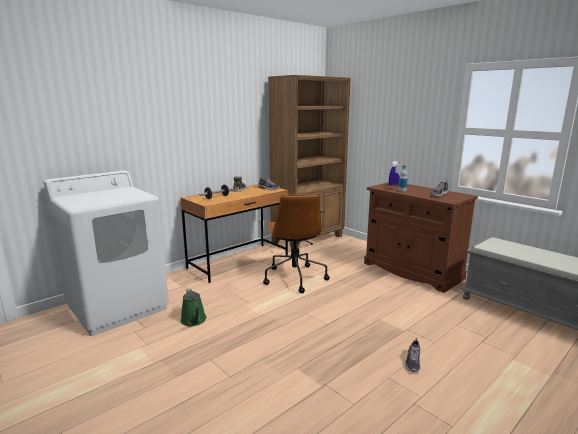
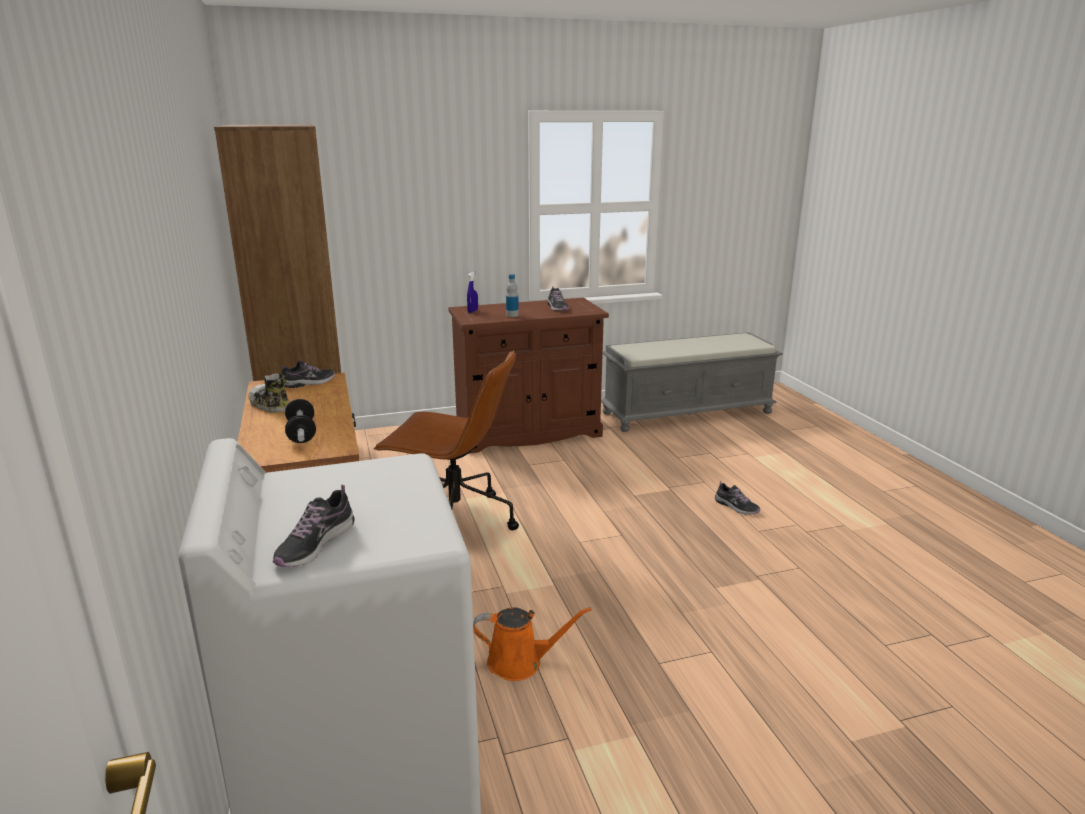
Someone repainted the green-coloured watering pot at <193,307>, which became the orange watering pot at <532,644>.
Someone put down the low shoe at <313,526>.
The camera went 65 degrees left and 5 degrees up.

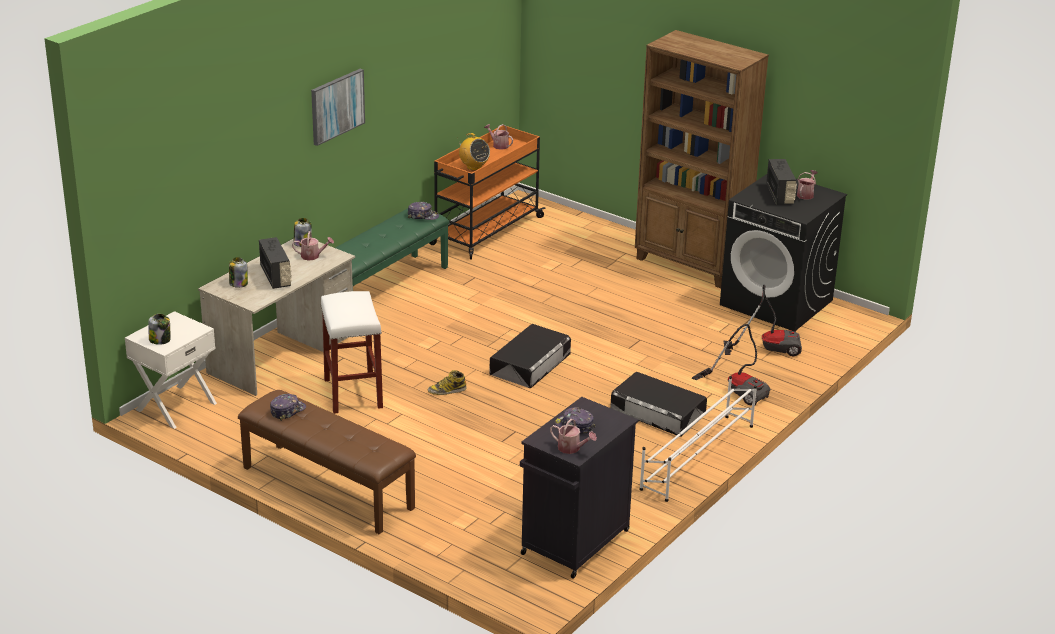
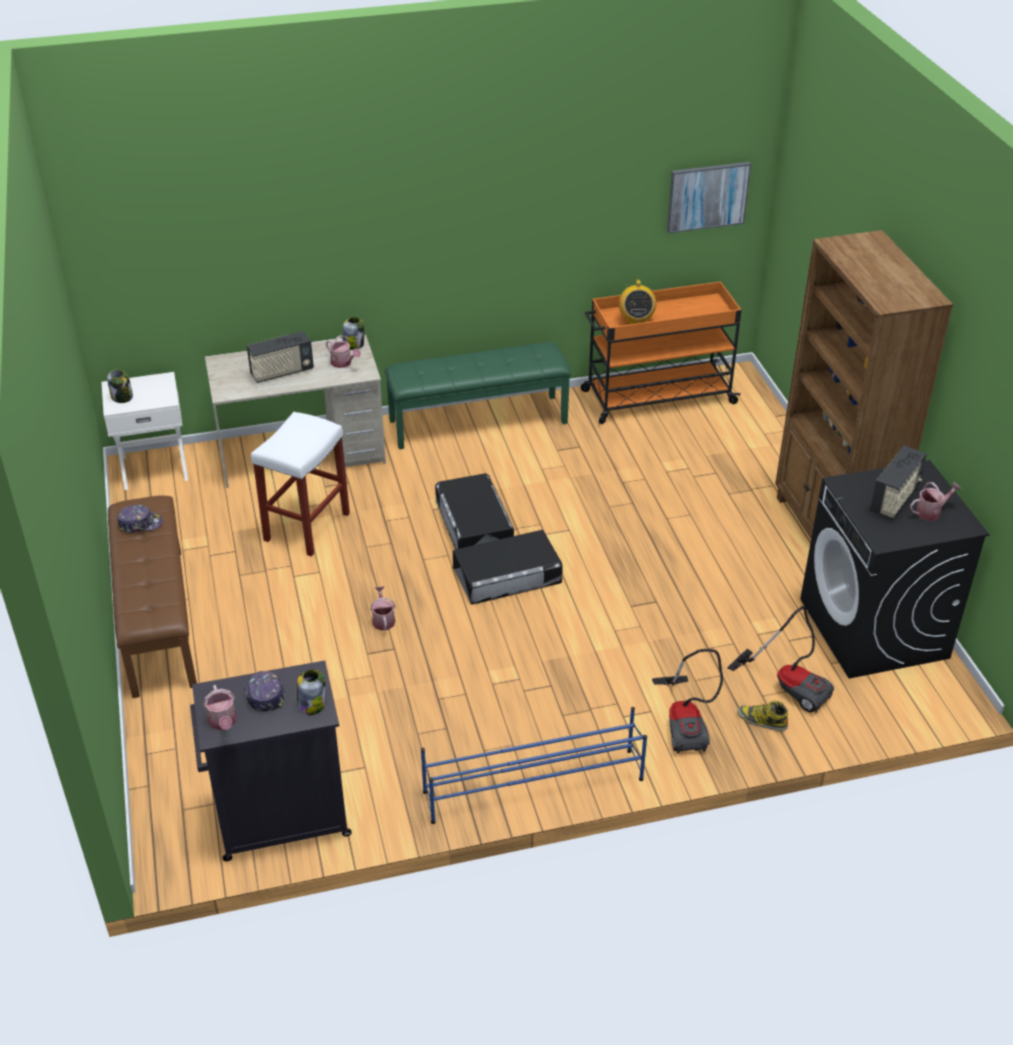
Someone carried the picture from <338,107> to <709,197>.
Someone carried the watering pot from <498,137> to <382,608>.
Someone took away the cap at <423,211>.
Someone rotated the radio set at <275,263> by 45 degrees clockwise.
Someone carried the preserve jar from <238,272> to <311,692>.
Someone carried the high-top boot from <447,382> to <762,716>.
Someone carried the black storage bin from <658,404> to <474,511>.
Someone repainted the whitish shoe rack at <698,439>, which became the blue-coloured shoe rack at <534,765>.
The camera went 40 degrees right and 10 degrees up.

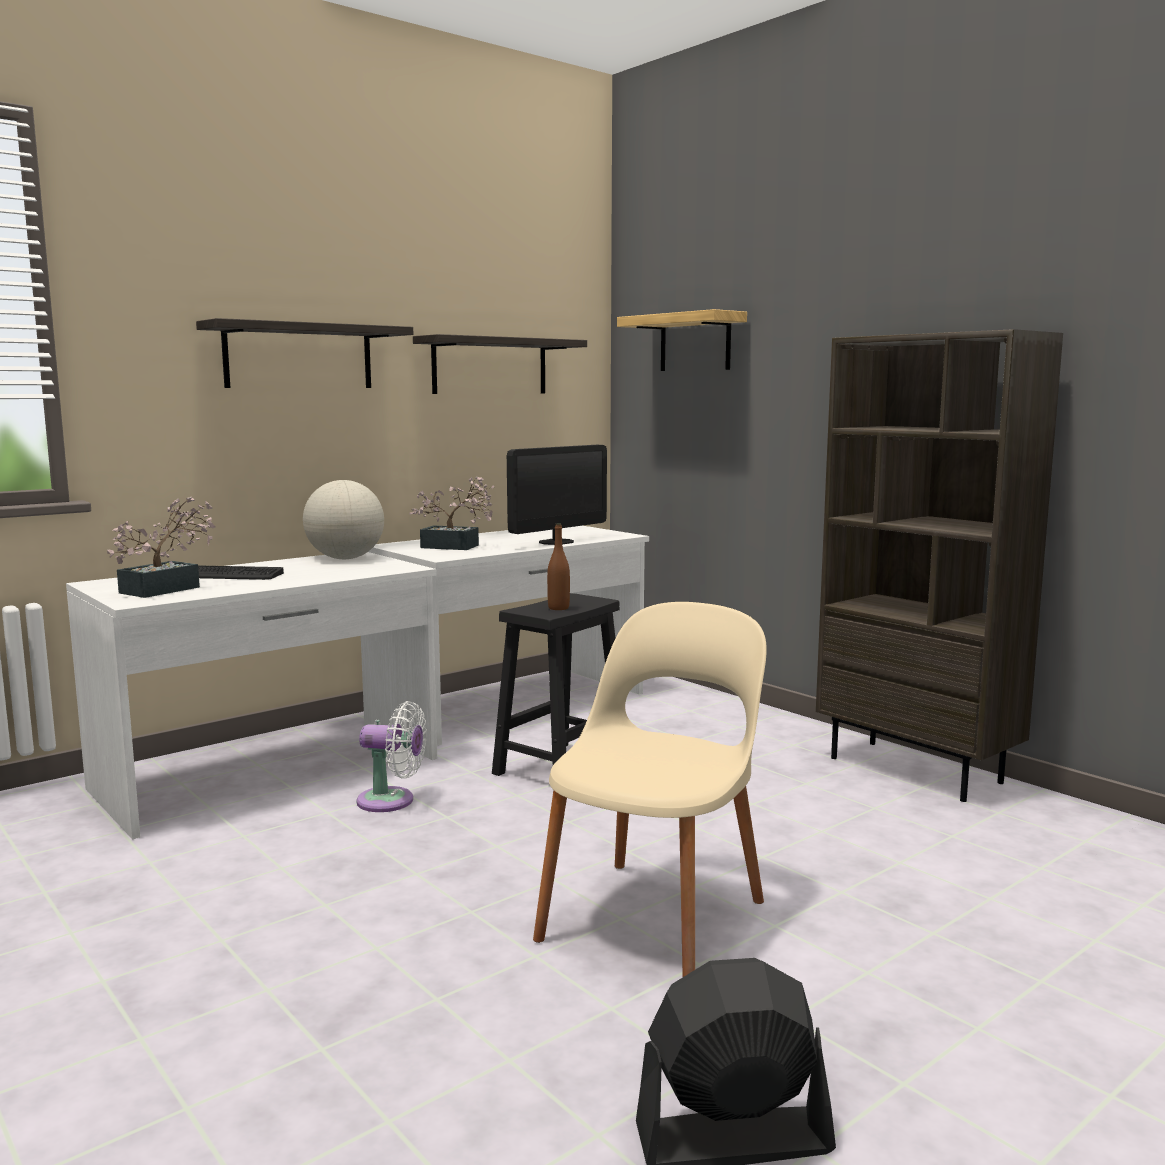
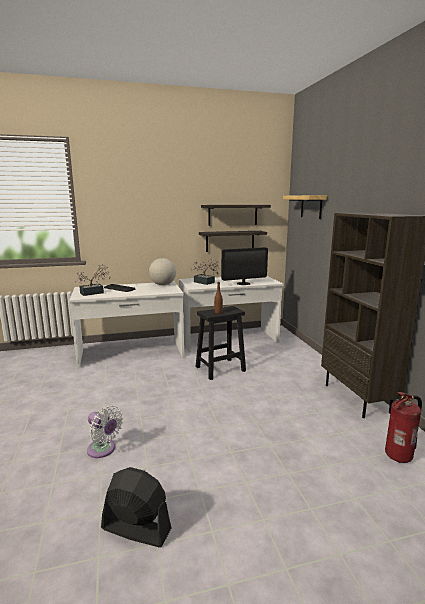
Someone carried the shelf from <304,353> to <233,241>.
Someone took away the beige chair at <650,789>.
Someone carried the whitish fan from <392,756> to <105,432>.
Someone put down the fire extinguisher at <403,427>.
The camera went 25 degrees right and 5 degrees up.

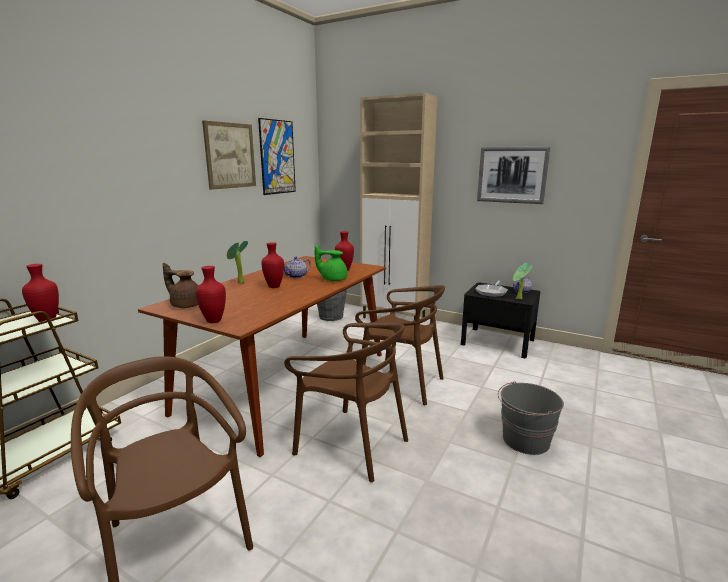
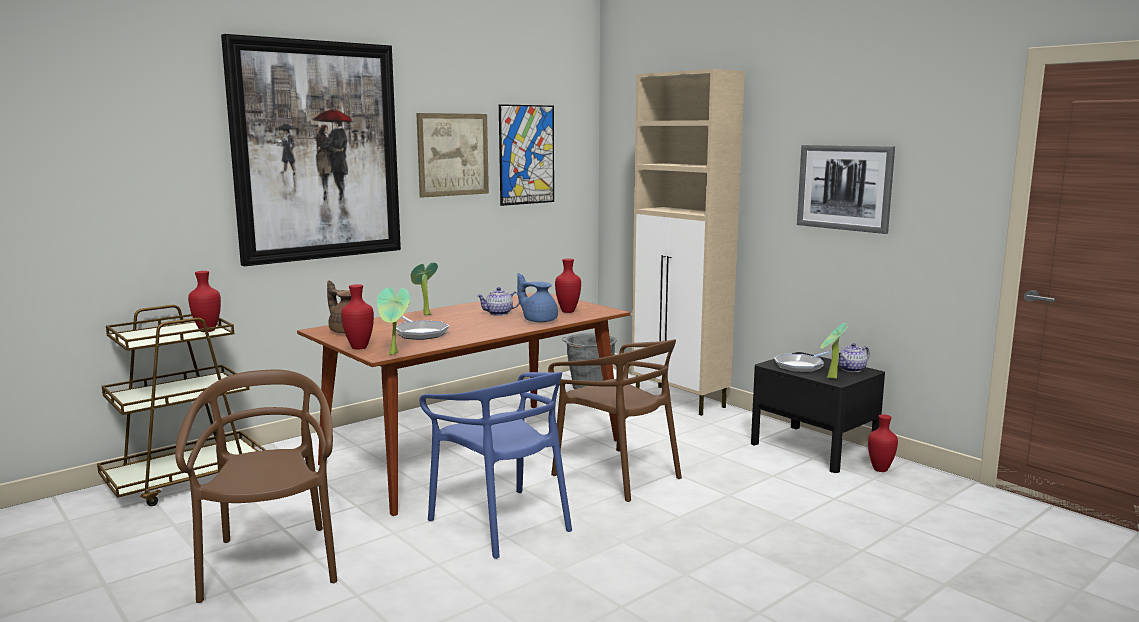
Someone carried the red vase from <272,265> to <883,443>.
Someone repainted the green-coloured tea pot at <331,263>, which became the blue-coloured tea pot at <537,297>.
Someone repainted the brownish chair at <346,402>, which became the blue-coloured chair at <496,465>.
Someone took away the gray pail at <531,418>.
Someone put up the picture at <311,150>.
Someone put down the potted plant at <393,321>.
Someone put down the pan at <422,328>.
The camera went 20 degrees right and 5 degrees down.

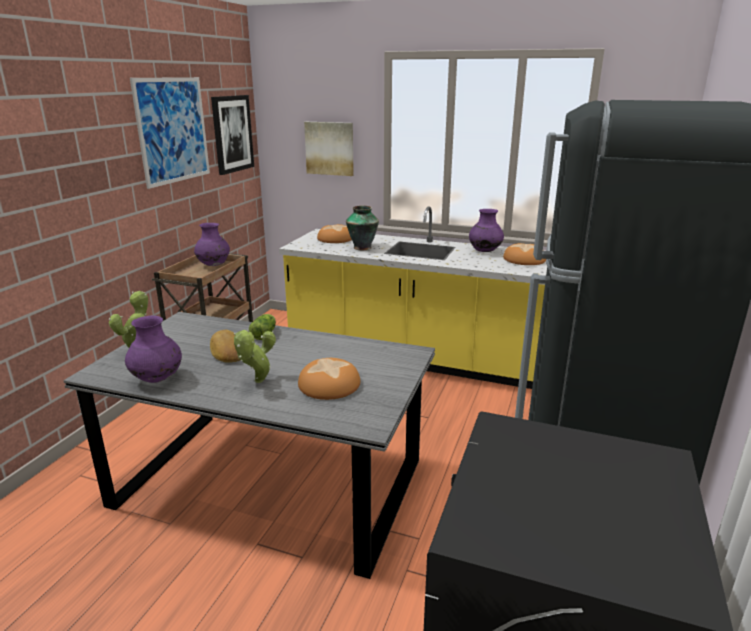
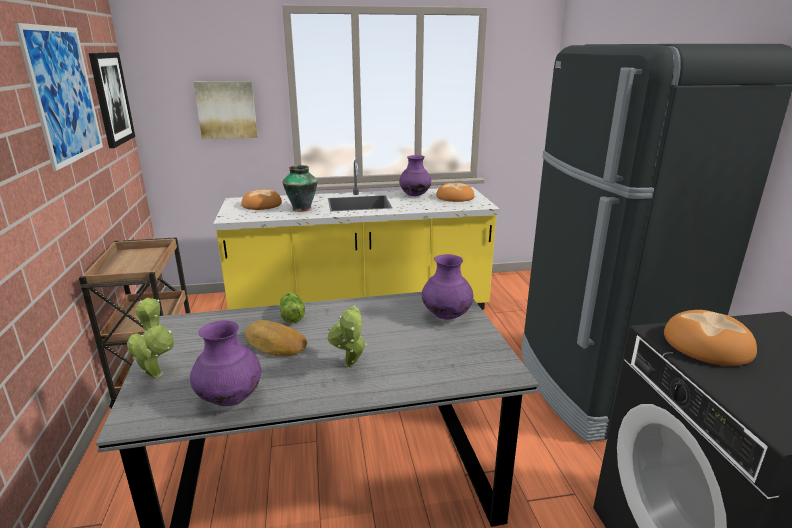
Someone carried the purple-coloured vase from <212,244> to <447,287>.
Someone carried the baked bread from <329,379> to <710,338>.
The camera went 30 degrees left and 0 degrees up.

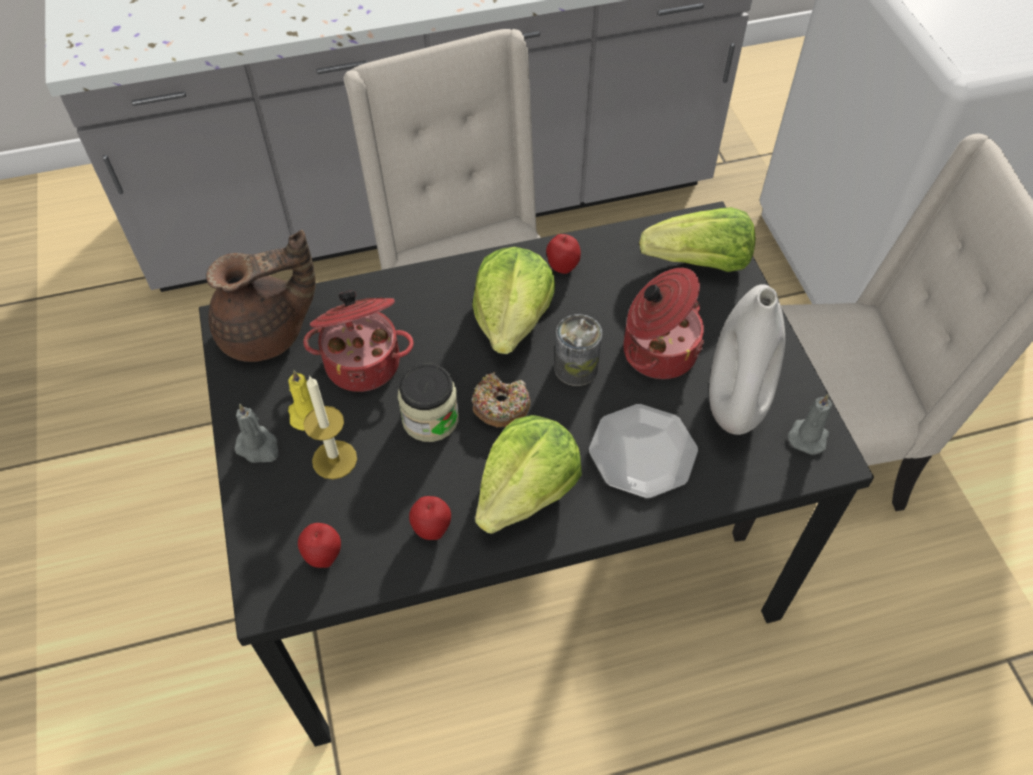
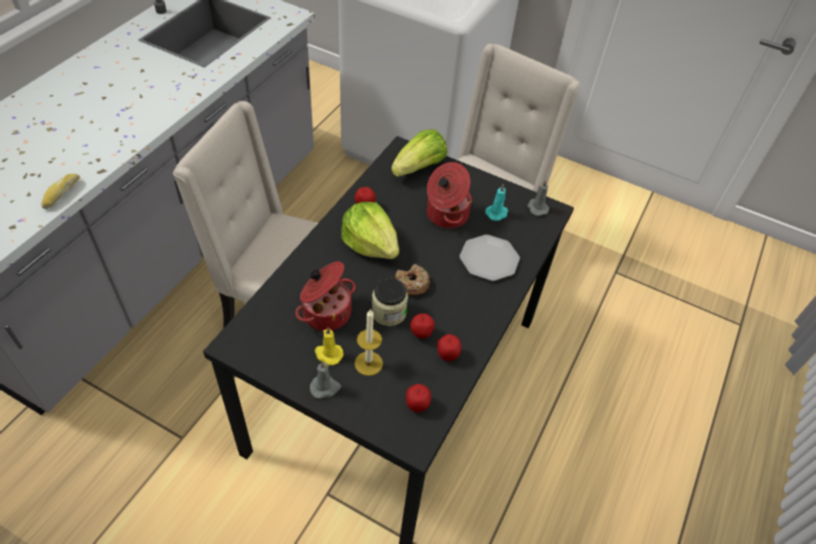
Someone took away the brownish tea pot at <261,296>.
Someone swapped the whitish vase at <747,359> for the turquoise-coloured wax light at <496,203>.
Someone took away the can at <578,350>.
Someone took away the lettuce head at <528,474>.
Someone put down the baked bread at <60,191>.
Someone put down the whole apple at <422,326>.
The camera went 50 degrees left and 5 degrees down.

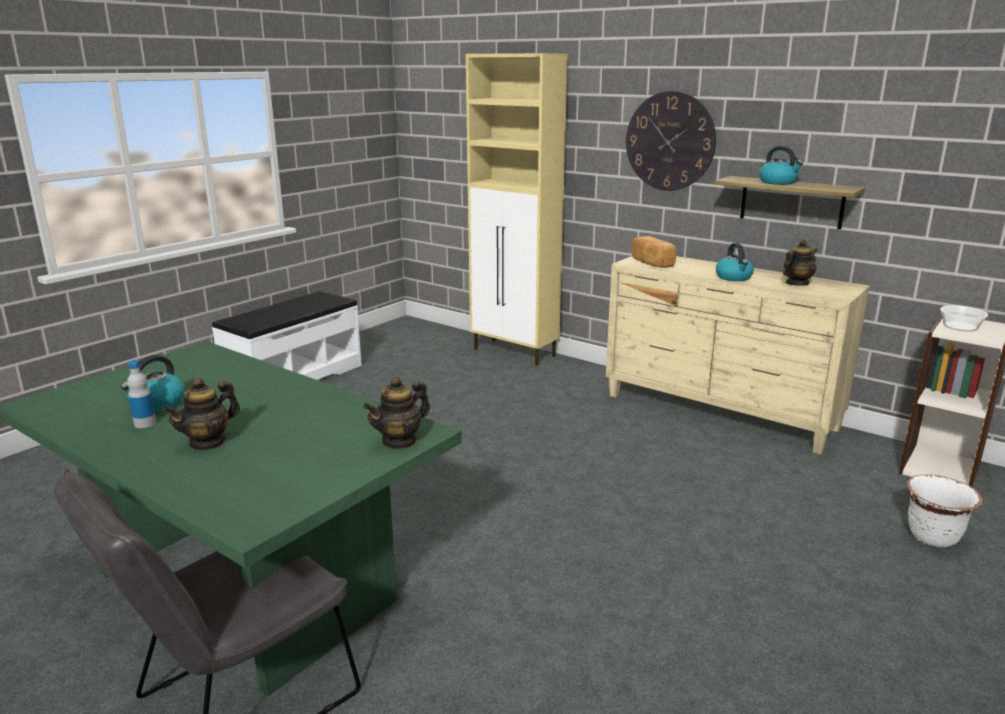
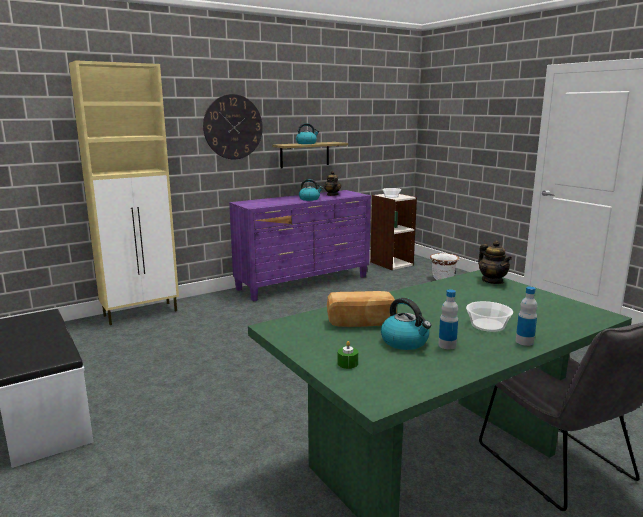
Someone carried the baked bread from <653,252> to <362,309>.
Someone repainted the beige chest of drawers at <738,355>, which became the purple-coloured chest of drawers at <300,245>.
Someone swapped the tea pot at <201,414> for the deep dish at <489,316>.
Someone put down the drink bottle at <526,316>.
Someone put down the green-coloured wax light at <348,355>.
The camera went 70 degrees left and 5 degrees down.

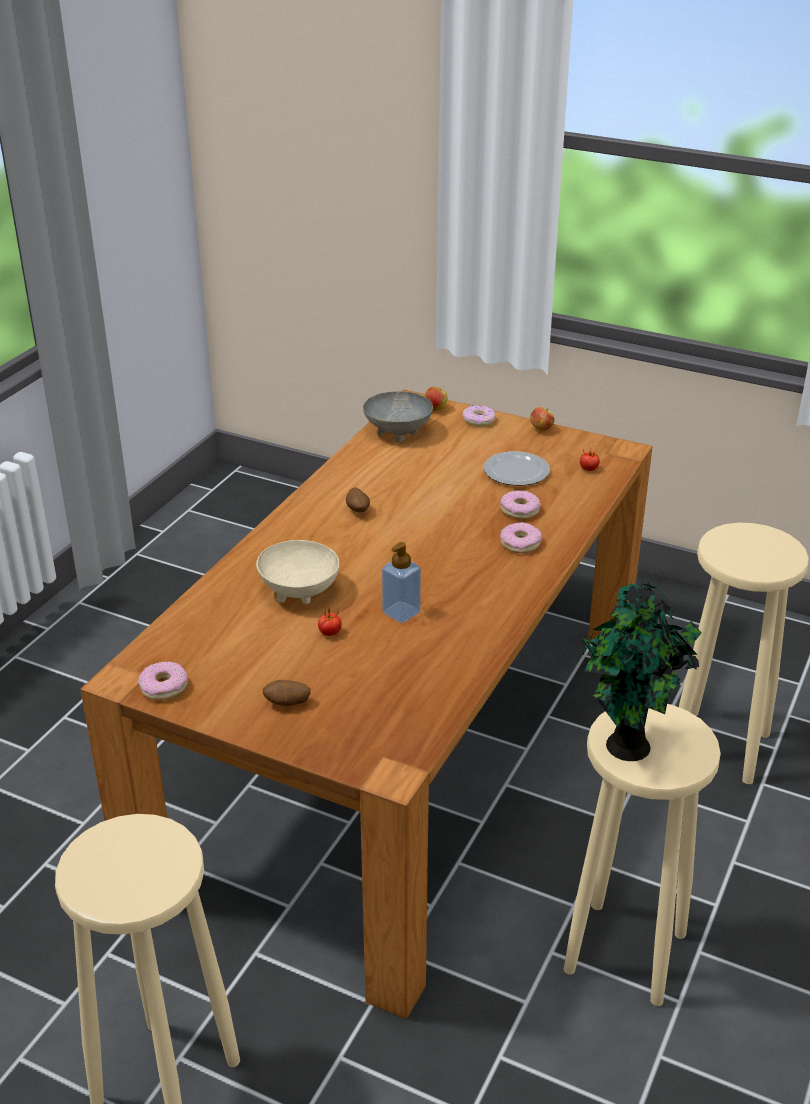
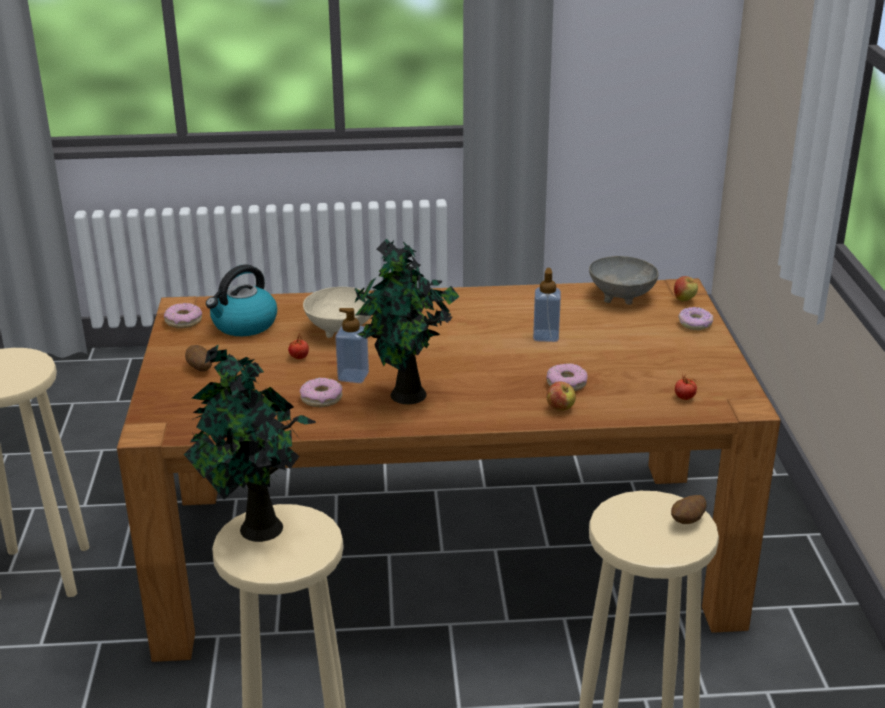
Someone carried the whole apple from <542,419> to <561,396>.
Someone took away the dinner plate at <516,468>.
Someone carried the potato from <358,499> to <689,509>.
Someone carried the ring doughnut from <521,537> to <321,392>.
Someone put down the potted plant at <407,321>.
Someone put down the kettle at <241,300>.
Someone put down the liquid soap bottle at <547,305>.
The camera went 60 degrees right and 5 degrees down.

